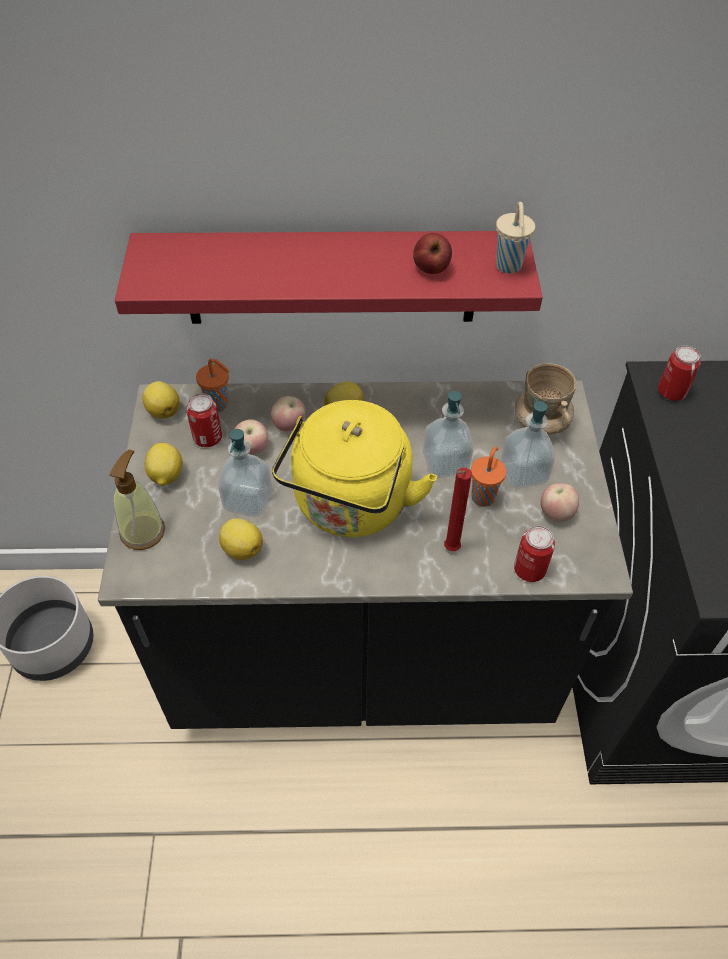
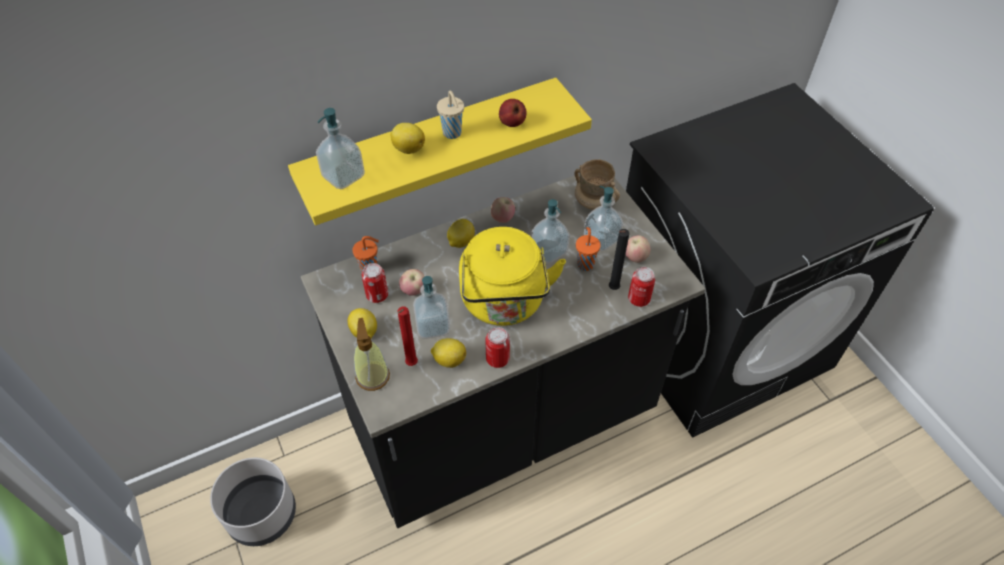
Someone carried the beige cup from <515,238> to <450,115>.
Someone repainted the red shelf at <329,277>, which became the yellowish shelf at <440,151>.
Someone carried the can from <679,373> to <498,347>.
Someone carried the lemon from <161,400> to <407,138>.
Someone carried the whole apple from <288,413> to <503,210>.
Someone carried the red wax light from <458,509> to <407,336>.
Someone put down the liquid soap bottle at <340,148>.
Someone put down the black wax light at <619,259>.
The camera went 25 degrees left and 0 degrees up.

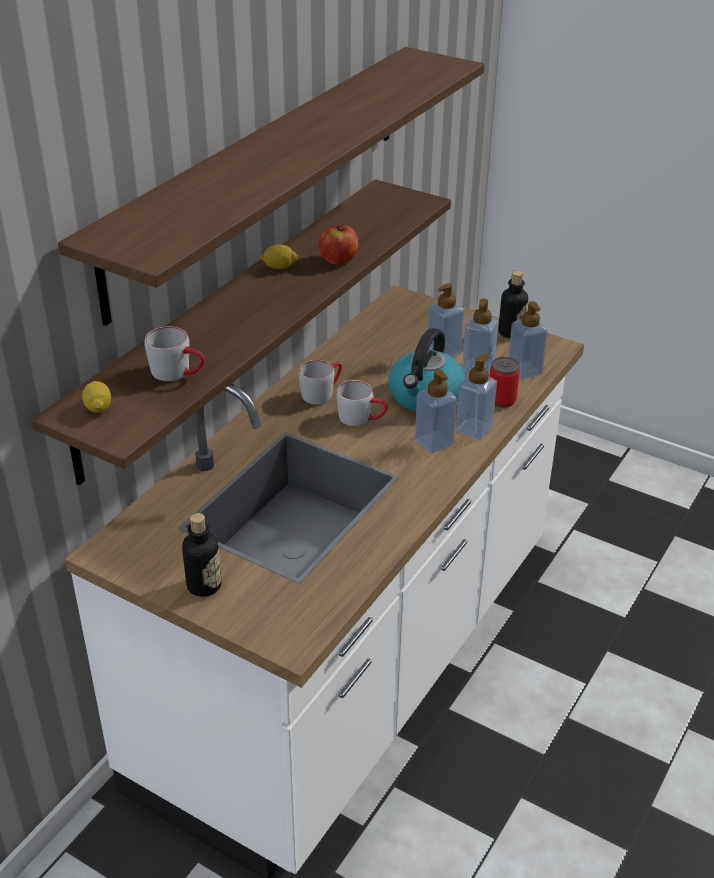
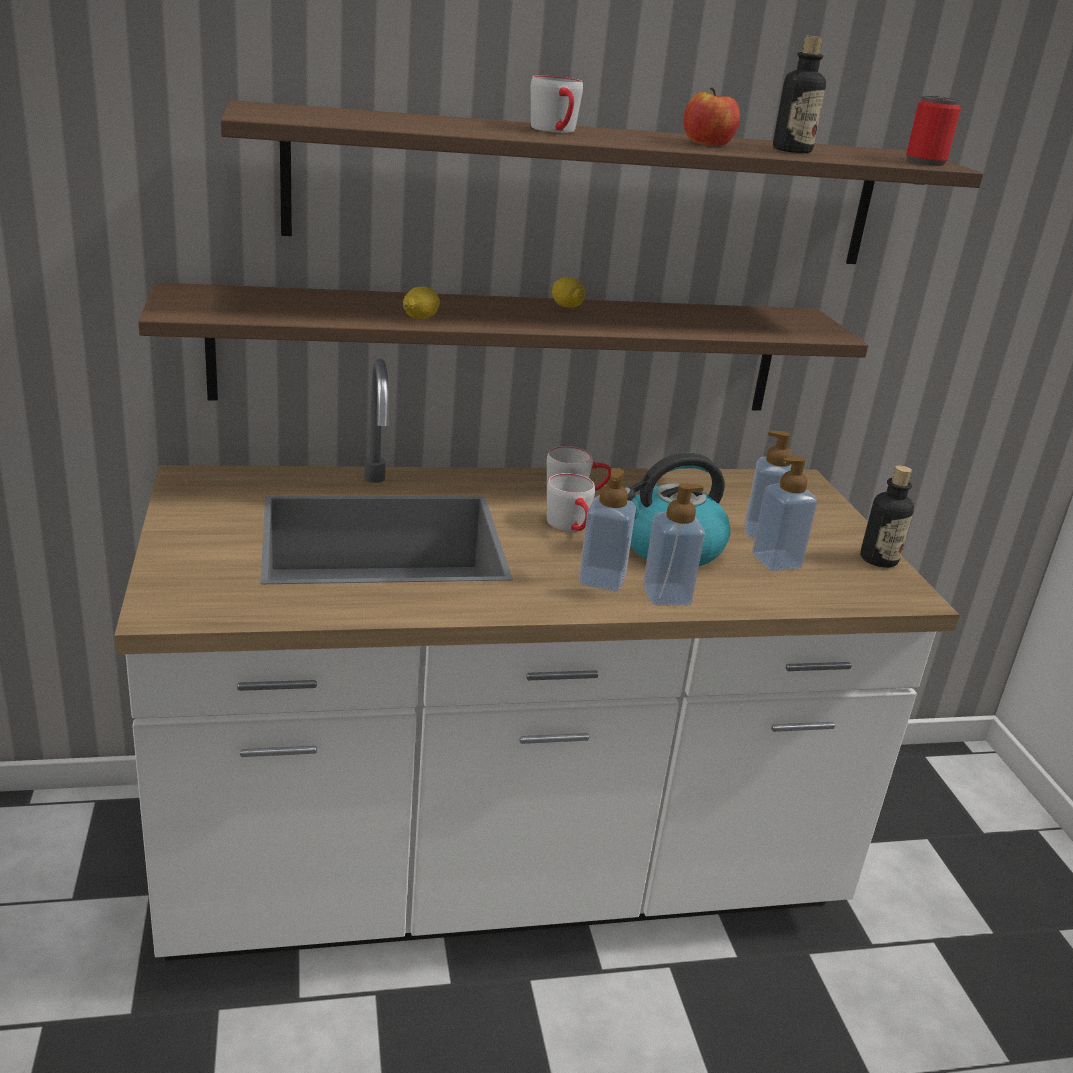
Someone carried the whole apple from <338,244> to <712,116>.
Someone took away the liquid soap bottle at <528,340>.
Someone carried the gray tea mug from <174,353> to <557,104>.
Someone carried the can from <505,382> to <933,130>.
Someone carried the lemon from <96,397> to <421,303>.
Someone carried the drink bottle from <201,555> to <799,94>.
The camera went 45 degrees right and 10 degrees down.

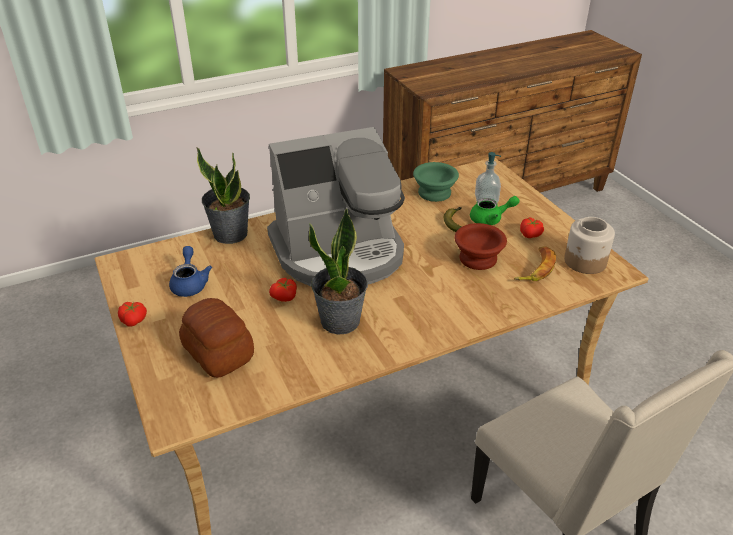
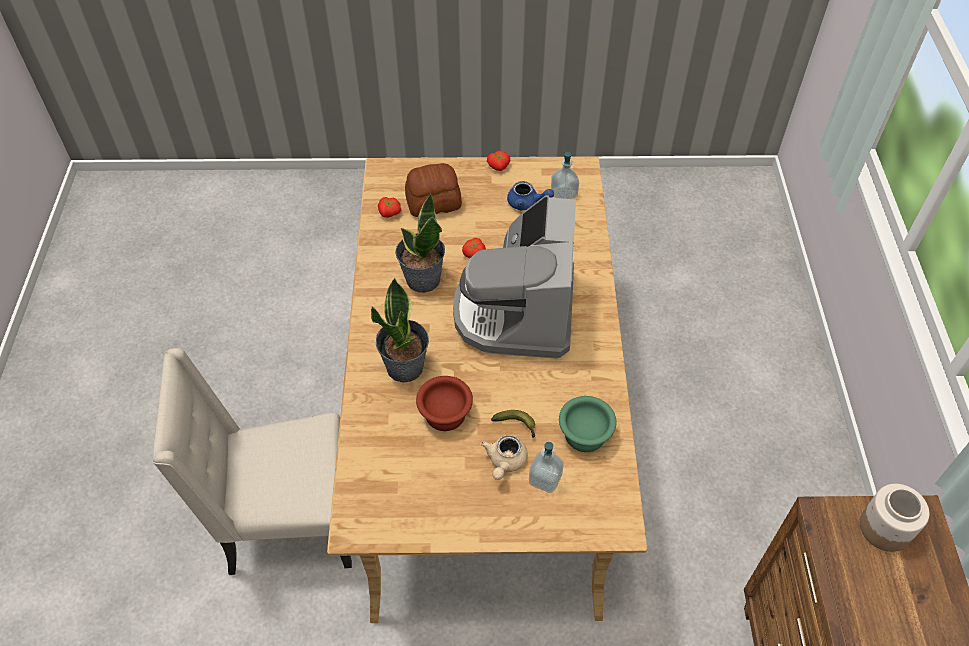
Someone carried the potted plant from <223,195> to <400,330>.
Someone repainted the green-coloured tea pot at <495,210>, which became the beige tea pot at <504,457>.
Someone carried the tomato from <532,227> to <389,207>.
Someone carried the preserve jar from <589,245> to <894,518>.
Someone took away the banana at <535,264>.
Someone put down the liquid soap bottle at <565,174>.
The camera went 115 degrees right and 15 degrees up.

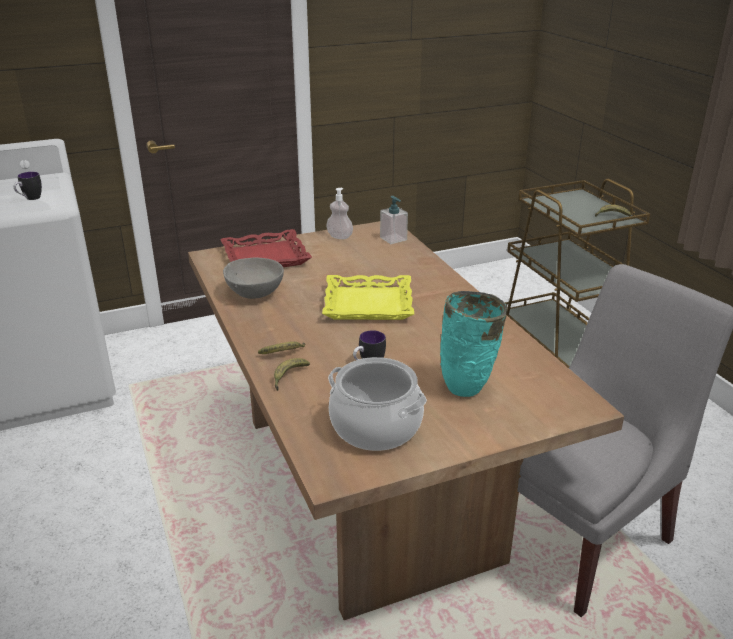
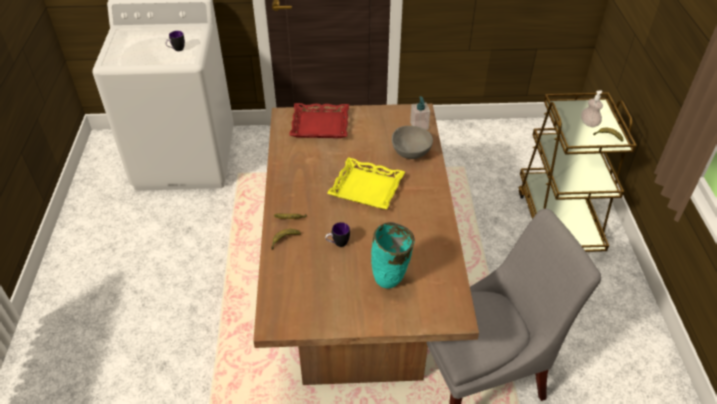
Someone carried the liquid soap bottle from <339,213> to <592,109>.
Someone carried the gray deep dish from <253,278> to <412,142>.
Someone took away the cooking pot at <377,404>.
The camera went 20 degrees right and 15 degrees up.

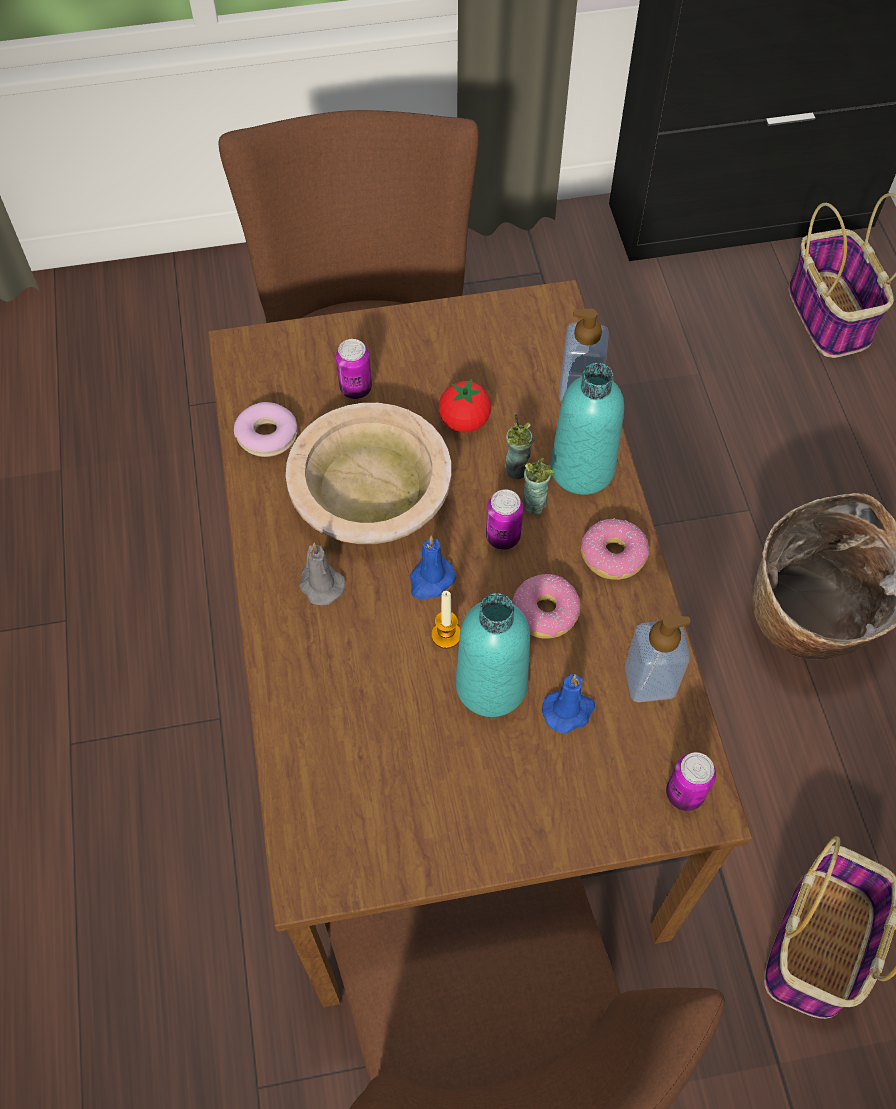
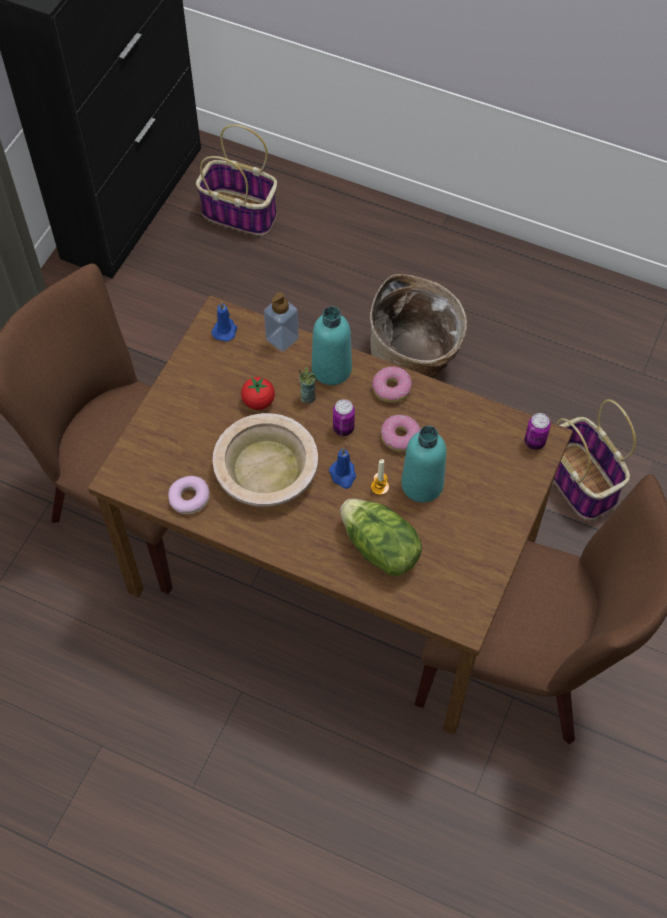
Someone took away the can at <354,369>.
Someone took away the cup at <538,486>.
Someone took away the gray wax light at <322,574>.
Someone took away the liquid soap bottle at <657,658>.
Someone carried the blue-coloured wax light from <568,703> to <224,322>.
Someone put down the lettuce head at <381,537>.
The camera went 55 degrees left and 0 degrees up.

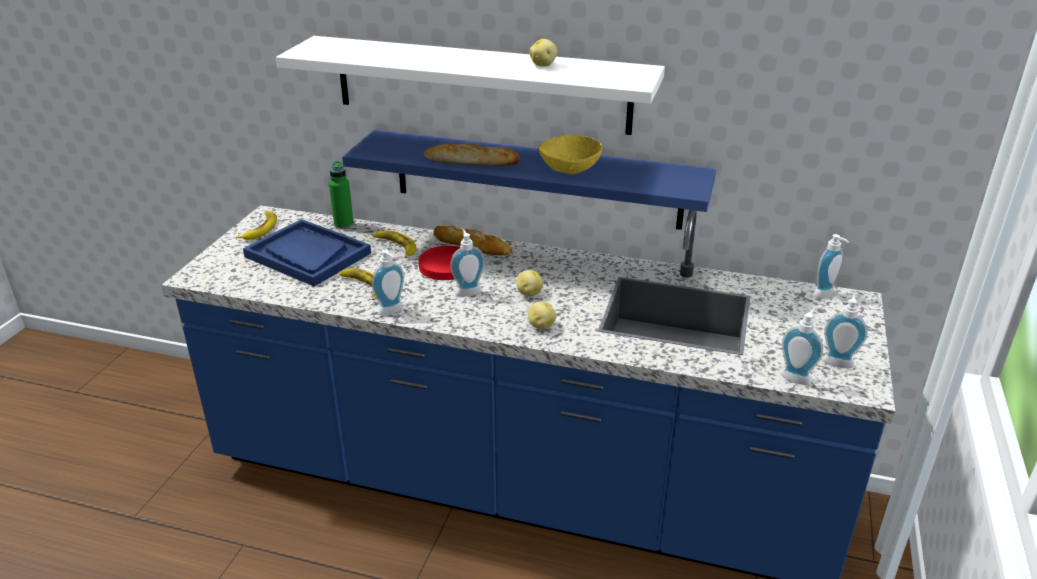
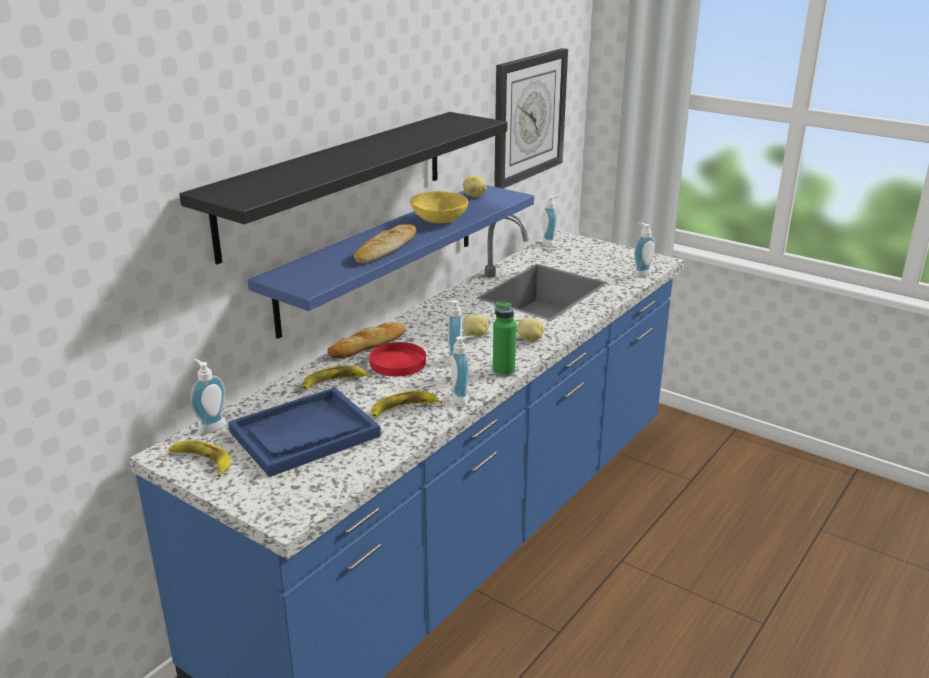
Someone repainted the whitish shelf at <470,85>, which became the black shelf at <343,188>.
Someone carried the potato from <543,53> to <475,186>.
Someone carried the green-coloured drink bottle from <341,195> to <504,339>.
Someone carried the liquid soap bottle from <845,330> to <208,397>.
Someone put up the wall clock at <531,118>.
The camera went 70 degrees left and 5 degrees down.

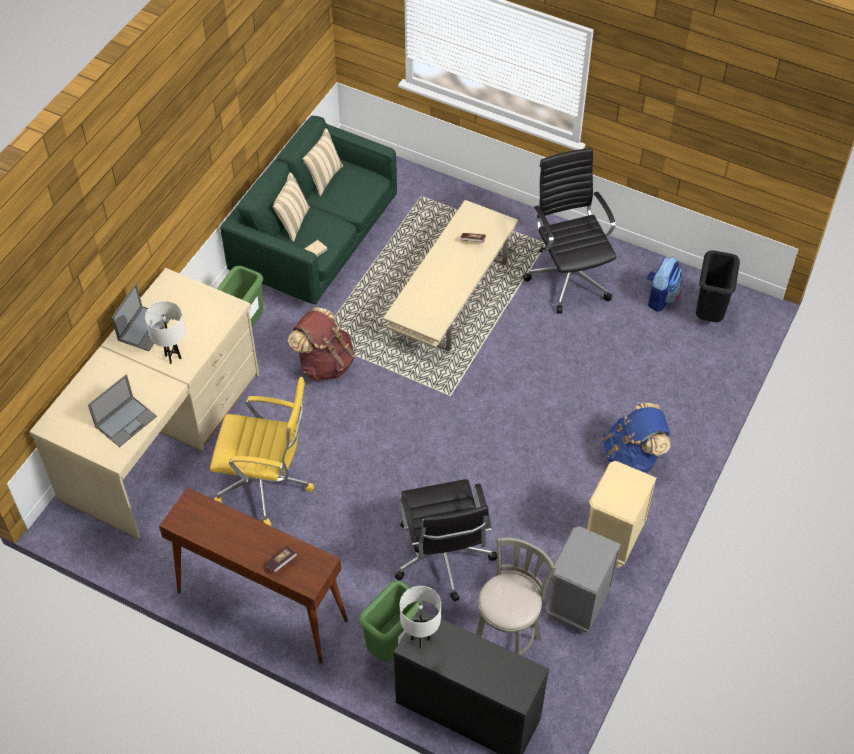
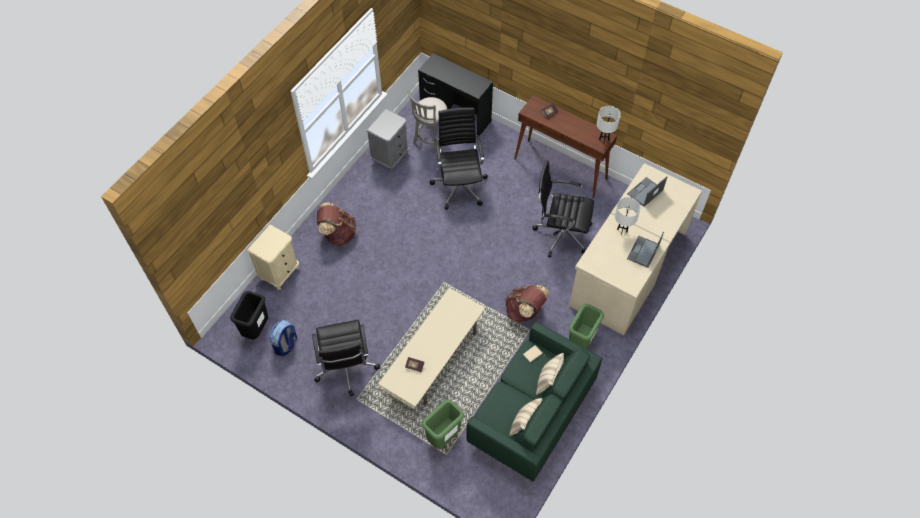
Someone repainted the yellowish computer chair at <262,451>, which became the black computer chair at <563,208>.
Someone repainted the blue-coloured rucksack at <636,438>, which became the brownish rucksack at <336,224>.
Someone carried the beige nightstand from <621,514> to <273,257>.
Someone carried the green-coloured waste bin from <391,621> to <443,424>.
Someone carried the whitish table lamp from <420,617> to <609,124>.
The camera went 175 degrees left and 5 degrees up.

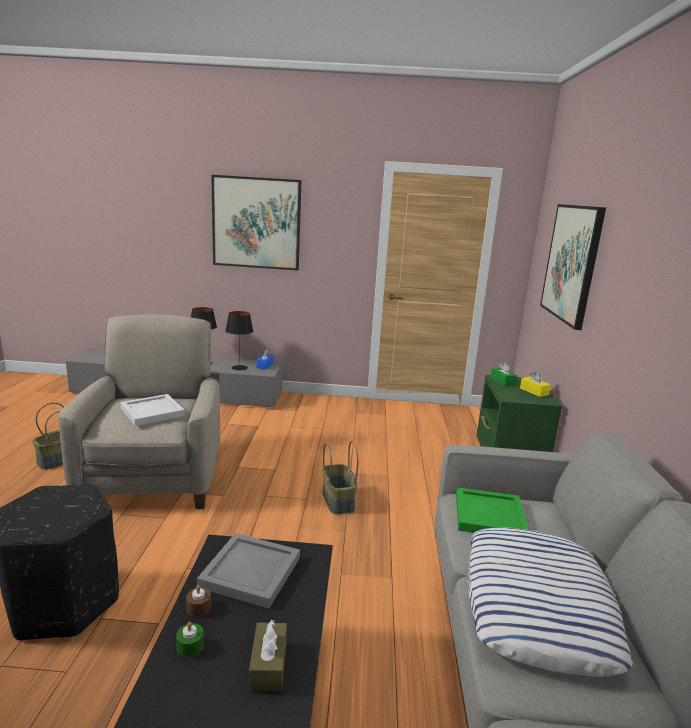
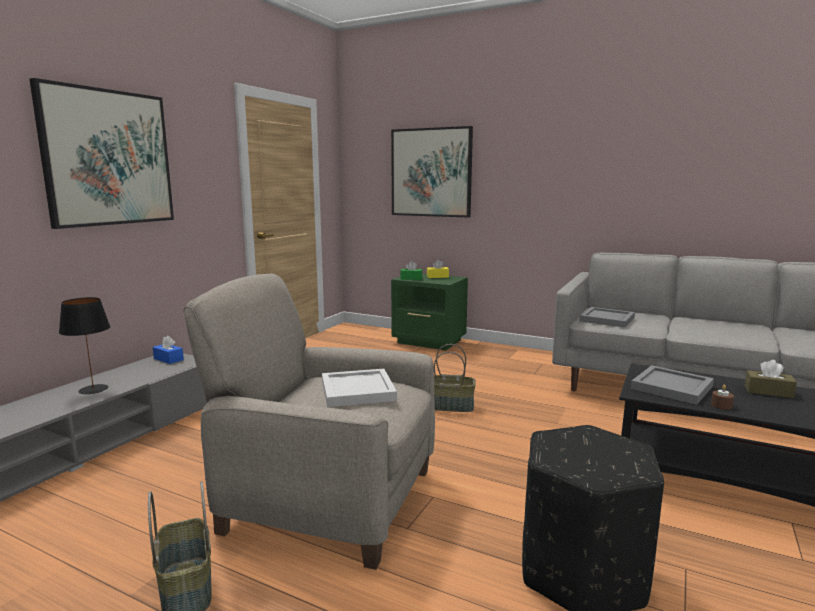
Someone took away the black table lamp at <239,340>.
Someone repainted the green-coloured serving tray at <492,510>, which became the gray serving tray at <607,317>.
Someone took away the pillow at <550,602>.
Someone took away the green-coloured wax light at <190,640>.
The camera went 65 degrees left and 5 degrees down.

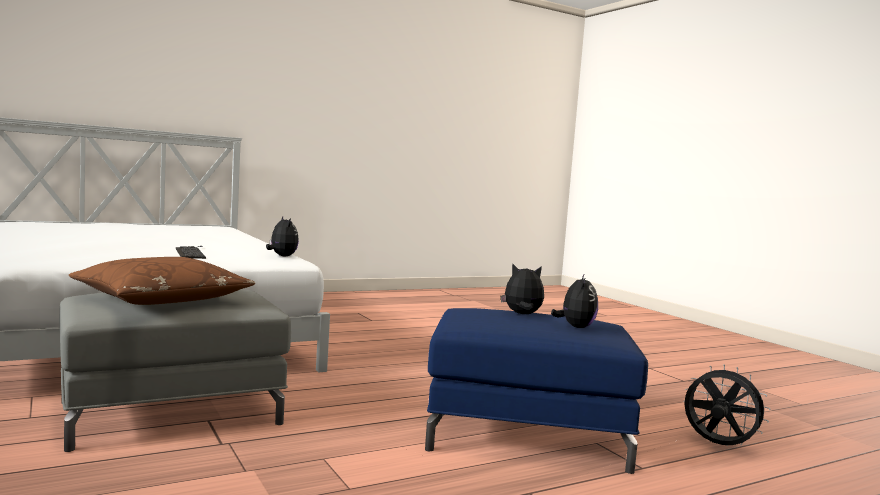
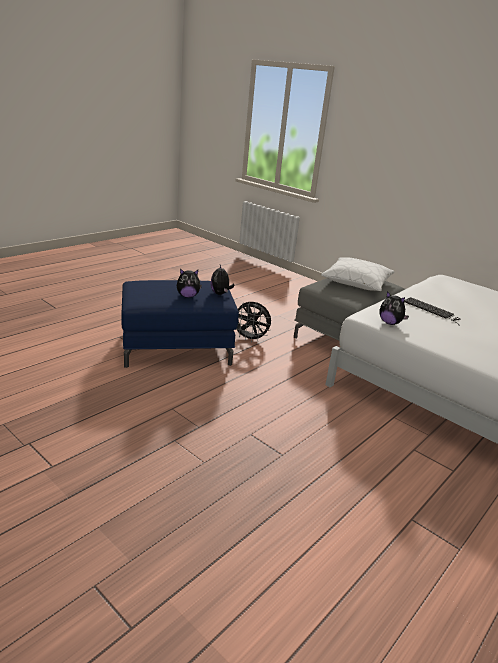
Someone repainted the brownish pillow at <162,281>, which became the whitish pillow at <358,274>.
Someone carried the plush toy from <574,300> to <222,280>.
Someone carried the black fan from <727,405> to <254,322>.
The camera went 160 degrees right and 20 degrees up.

